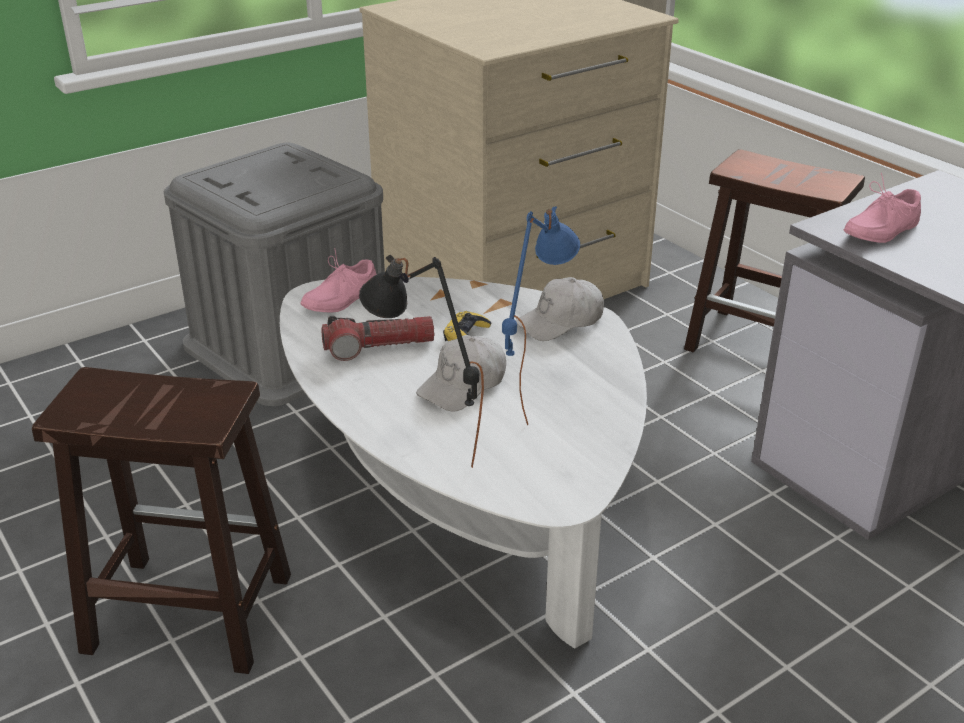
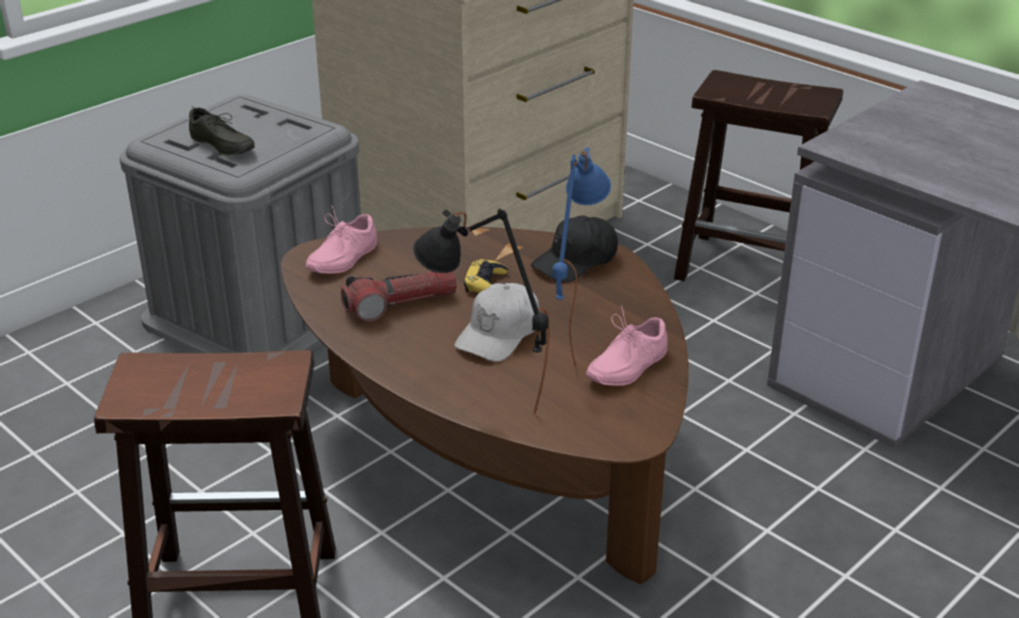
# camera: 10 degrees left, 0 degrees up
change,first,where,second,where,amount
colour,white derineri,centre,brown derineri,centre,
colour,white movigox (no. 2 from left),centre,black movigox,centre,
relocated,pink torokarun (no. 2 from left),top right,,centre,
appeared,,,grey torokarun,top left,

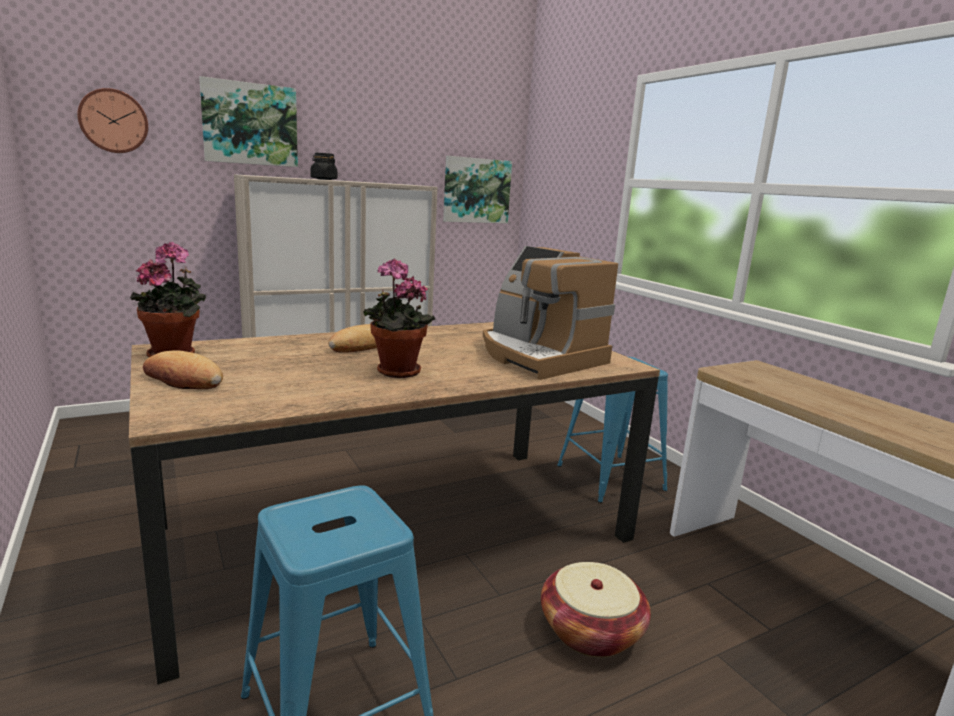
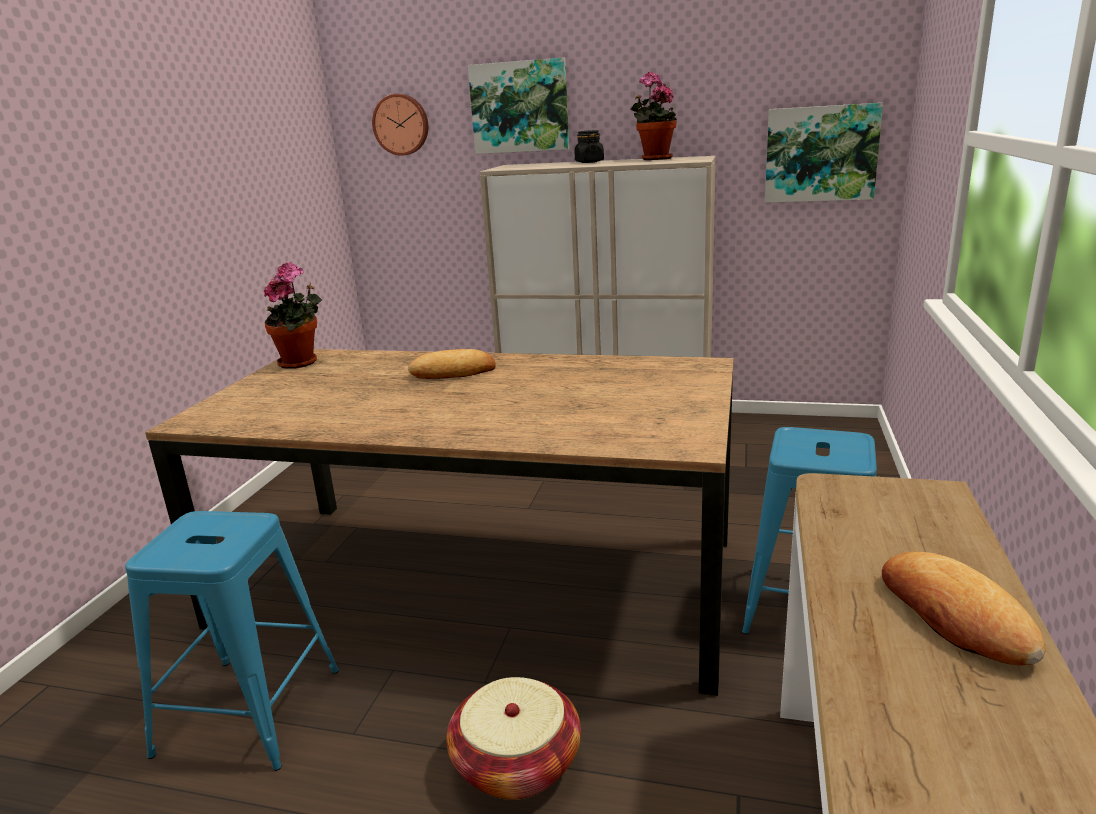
# camera: 45 degrees right, 5 degrees up
change,first,where,second,where,amount
relocated,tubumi (no. 1 from left in the first image),middle left,tubumi (no. 2 from left),bottom right,
relocated,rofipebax (no. 2 from left),centre,,top centre,
missing,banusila,centre,,,

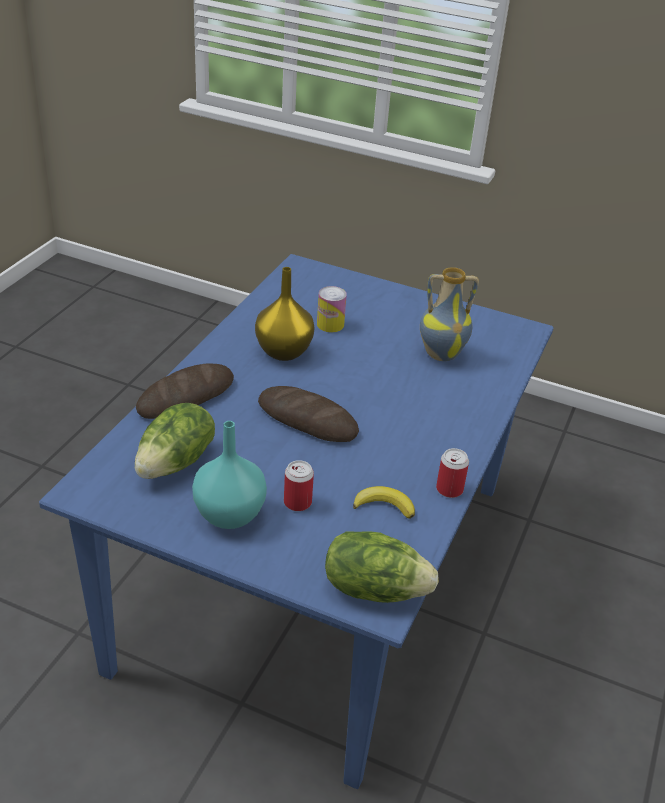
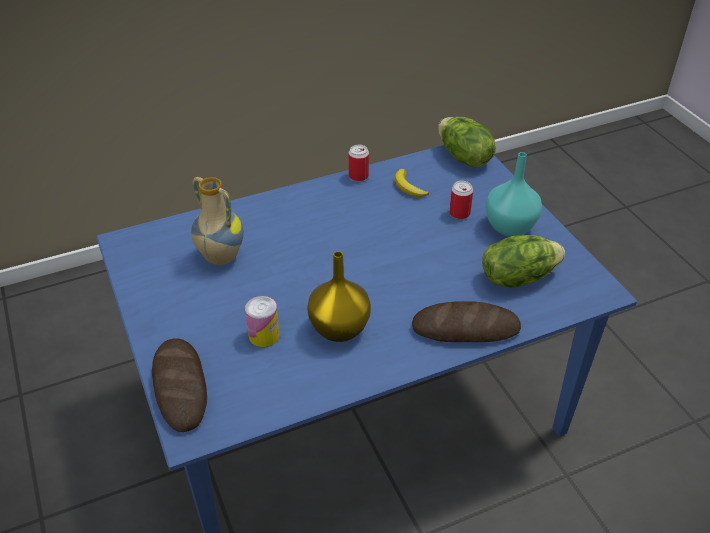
# camera: 135 degrees left, 5 degrees up
change,first,where,second,where,amount
relocated,tubumi (no. 2 from left in the first image),centre,tubumi (no. 1 from left),bottom left,

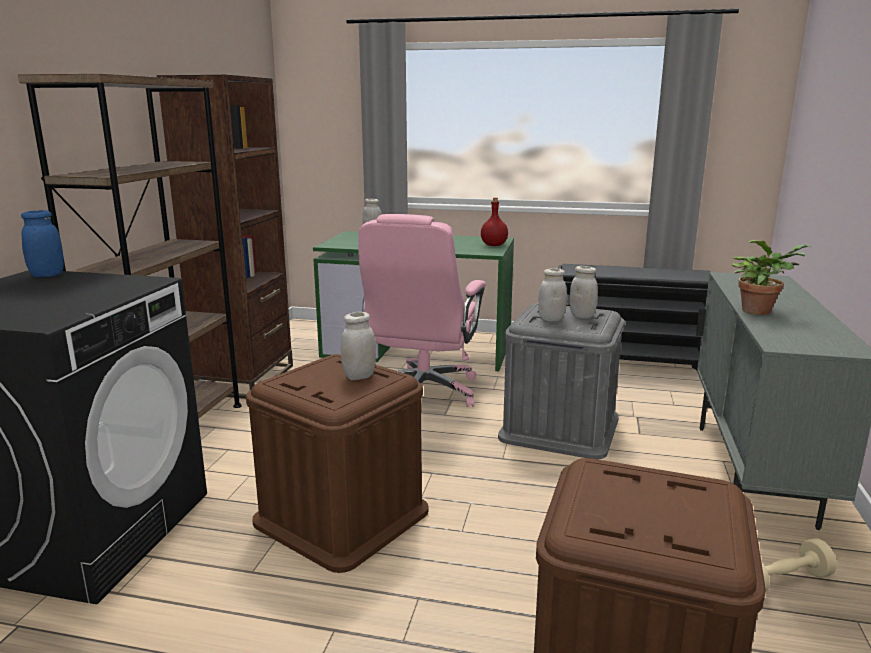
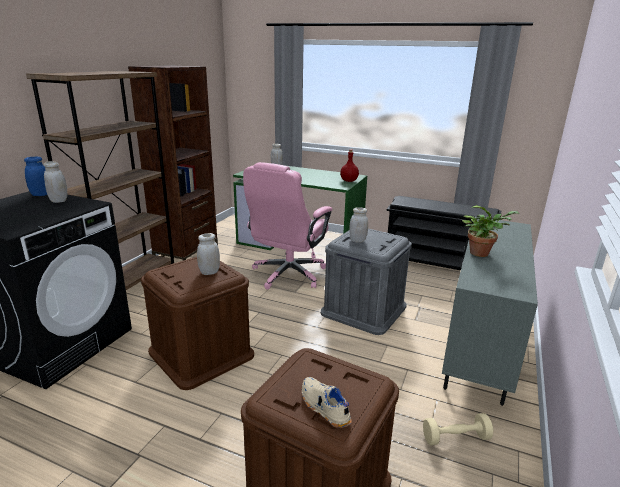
# camera: 10 degrees right, 5 degrees up
change,first,where,second,where,amount
relocated,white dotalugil (no. 4 from left in the first image),middle right,white dotalugil (no. 1 from left),middle left,
appeared,,,beige torokarun,bottom centre,

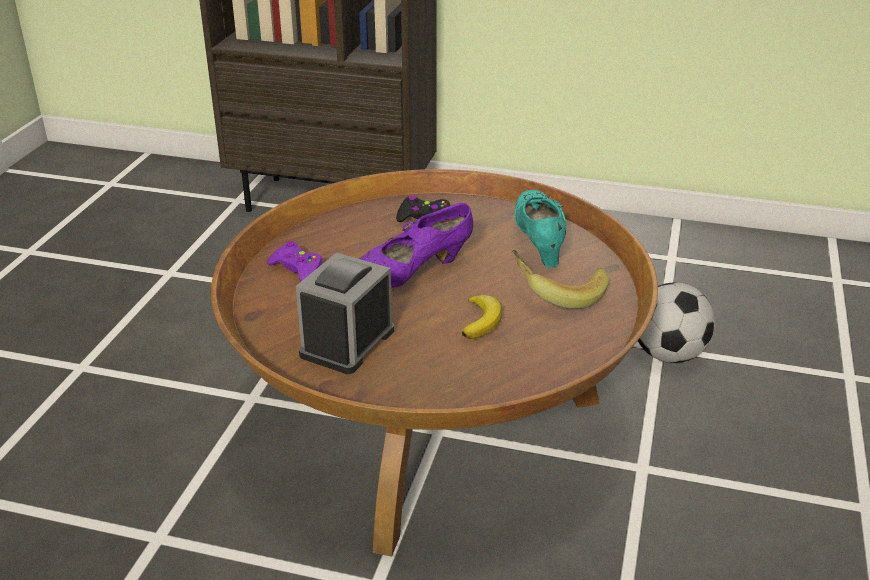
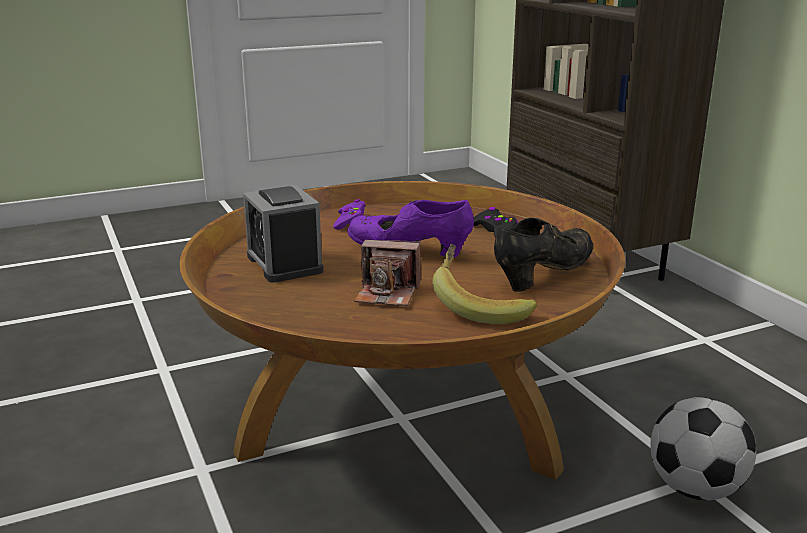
# camera: 50 degrees right, 10 degrees down
change,first,where,second,where,amount
spun,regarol,centre,,centre,105 degrees counterclockwise
exchanged,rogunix (no. 1 from left),centre,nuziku,centre,
colour,turquoise torokarun,centre,black torokarun,middle right,

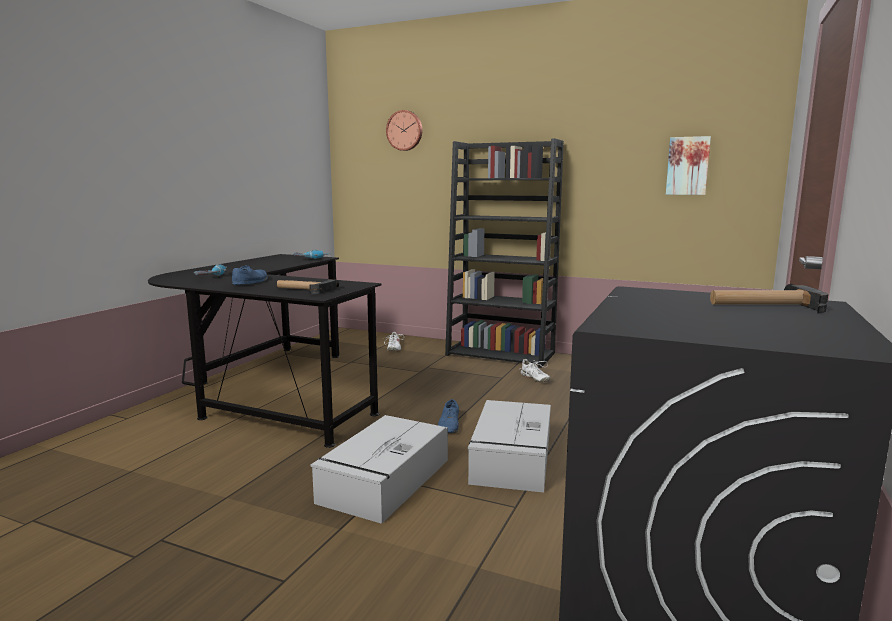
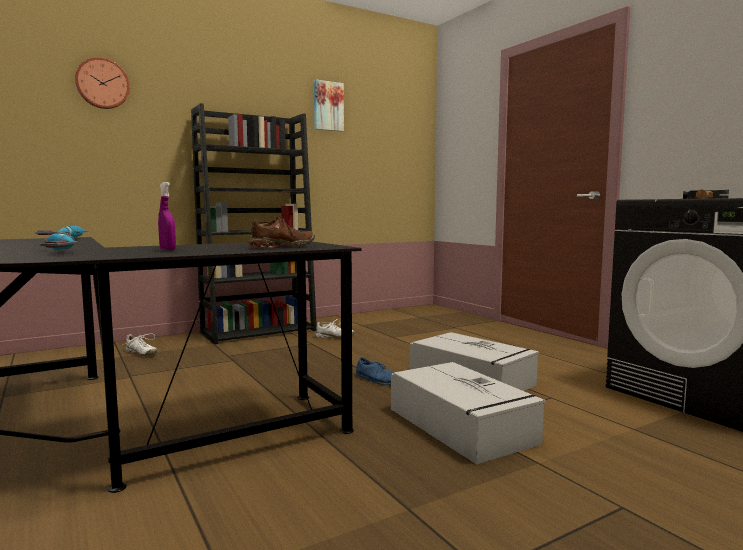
# camera: 55 degrees left, 5 degrees down
change,first,where,second,where,amount
exchanged,blue torokarun (no. 1 from left),middle left,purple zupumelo,middle left,
exchanged,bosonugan (no. 1 from left),centre,brown torokarun,centre,
relocated,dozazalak,top right,,top centre,

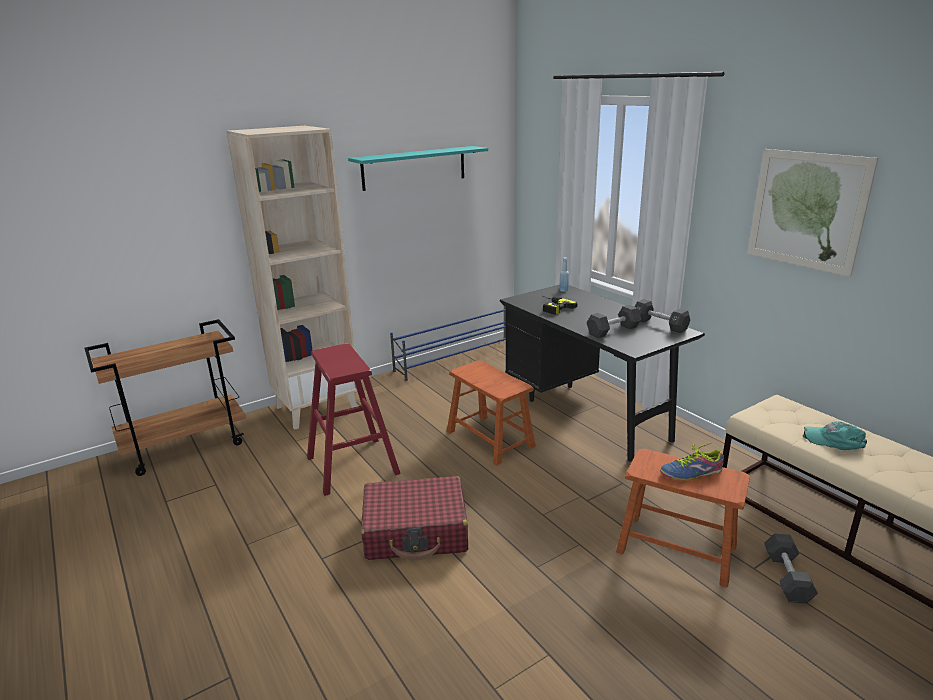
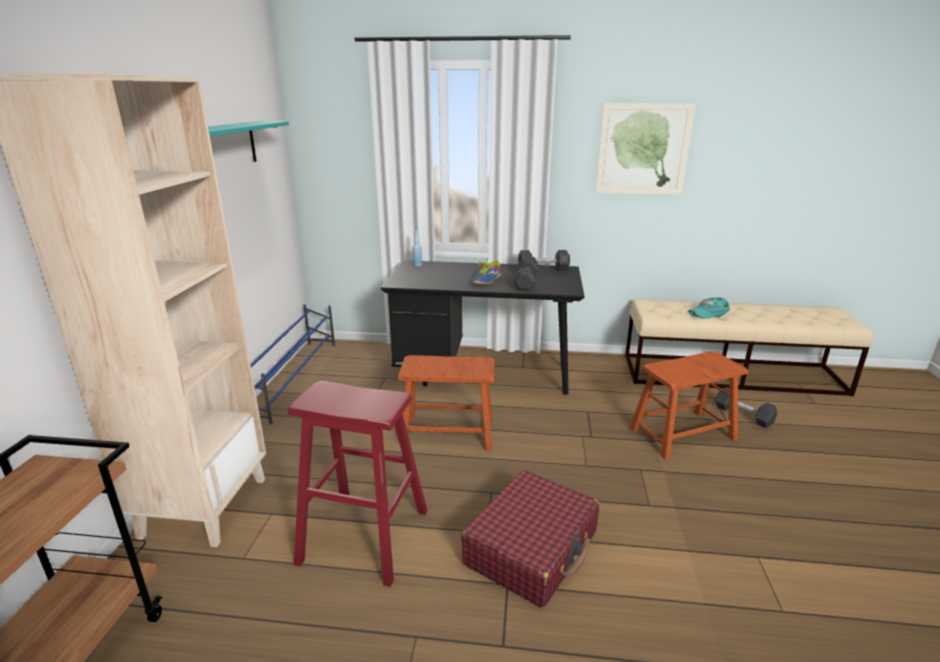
# camera: 50 degrees left, 0 degrees up
change,first,where,second,where,amount
missing,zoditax,centre,,,
relocated,torokarun,middle right,,centre,

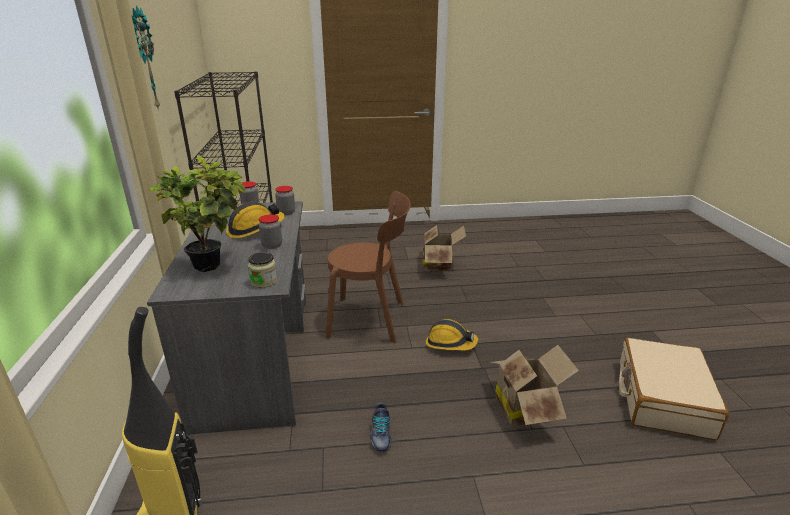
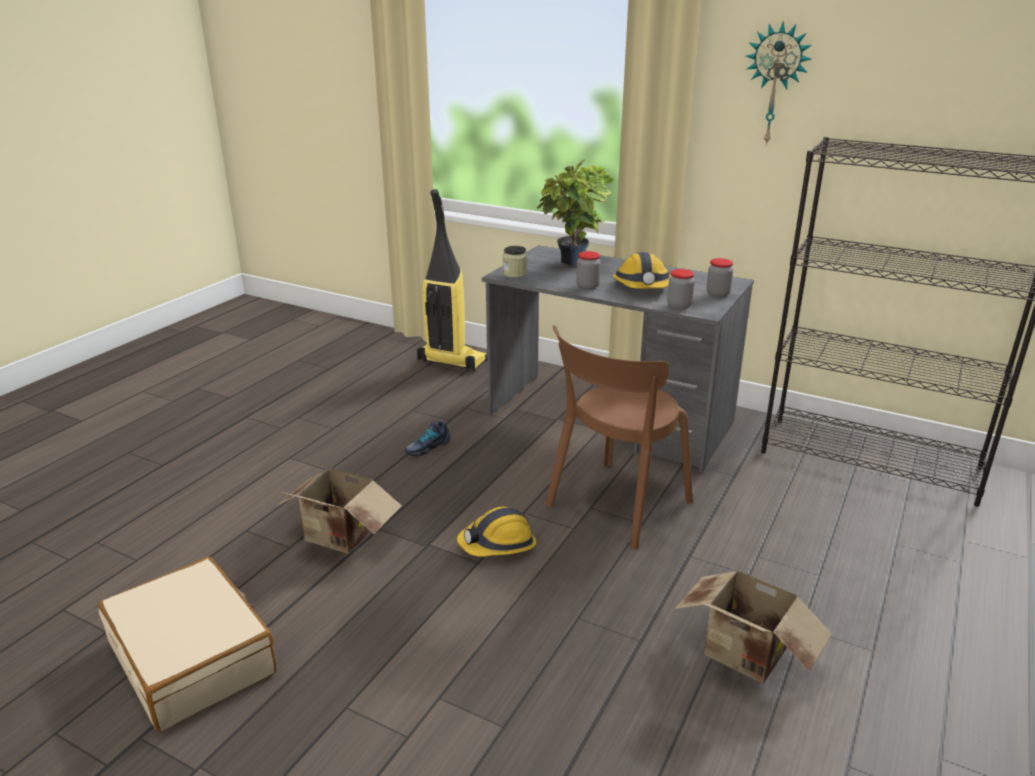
# camera: 125 degrees right, 0 degrees up
change,first,where,second,where,amount
spun,torokarun,bottom centre,,centre,75 degrees counterclockwise

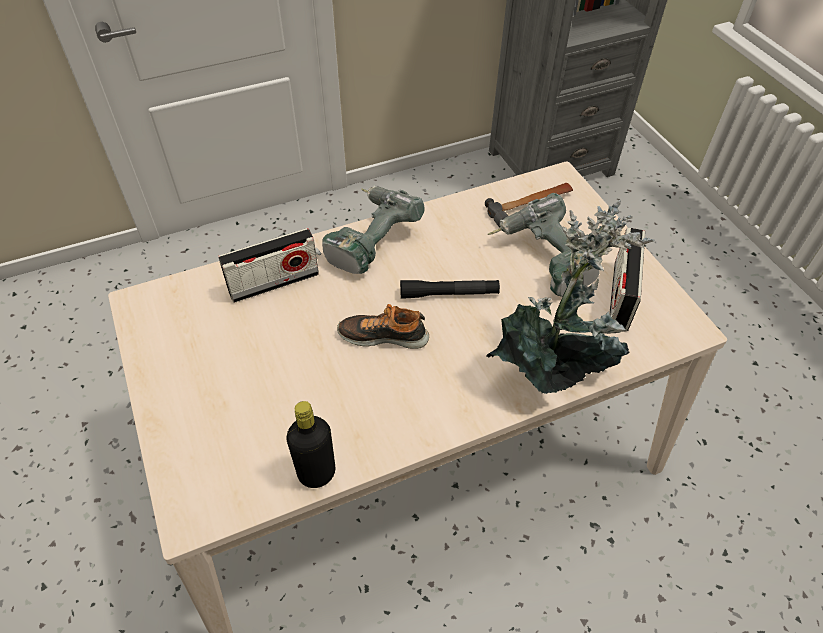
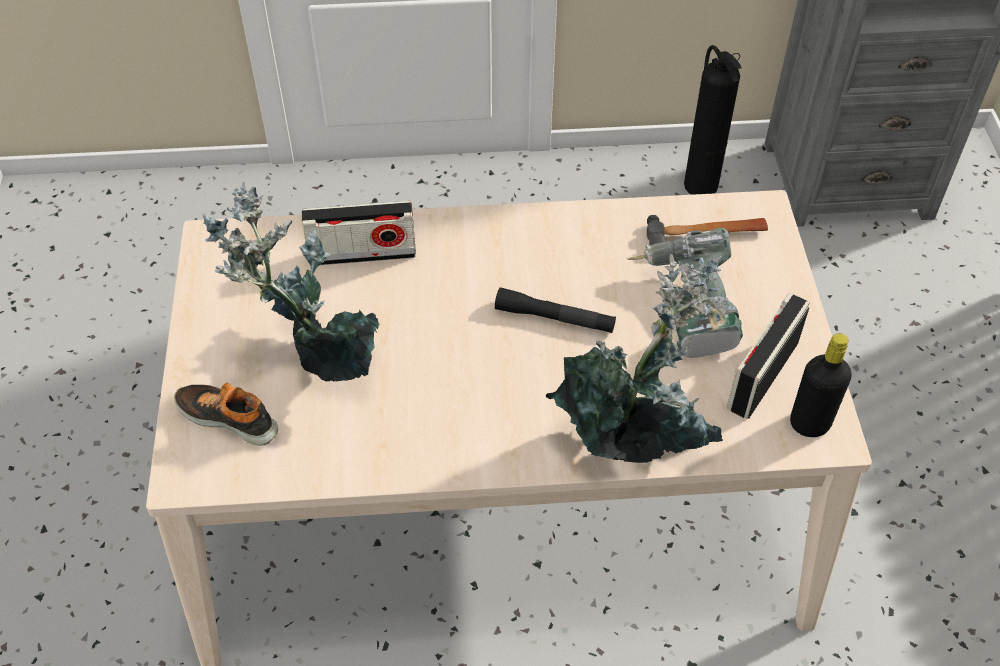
# camera: 20 degrees right, 0 degrees up
change,first,where,second,where,amount
relocated,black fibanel,bottom centre,,middle right,
missing,zoditax (no. 1 from left),centre,,,
relocated,torokarun,centre,,middle left,
appeared,,,rofipebax (no. 1 from left),middle left,
appeared,,,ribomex,top right,

